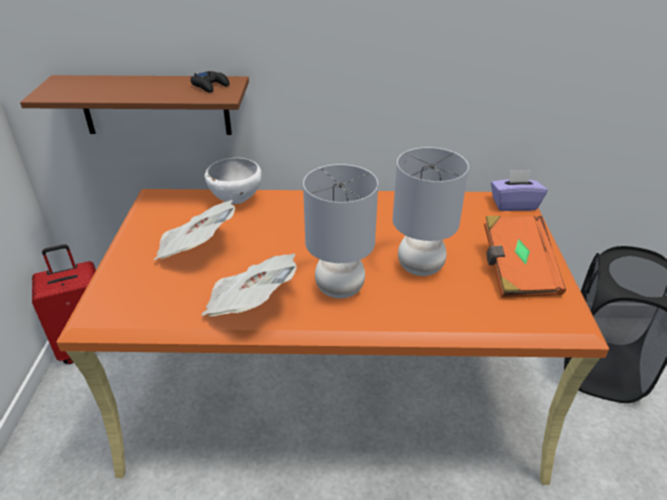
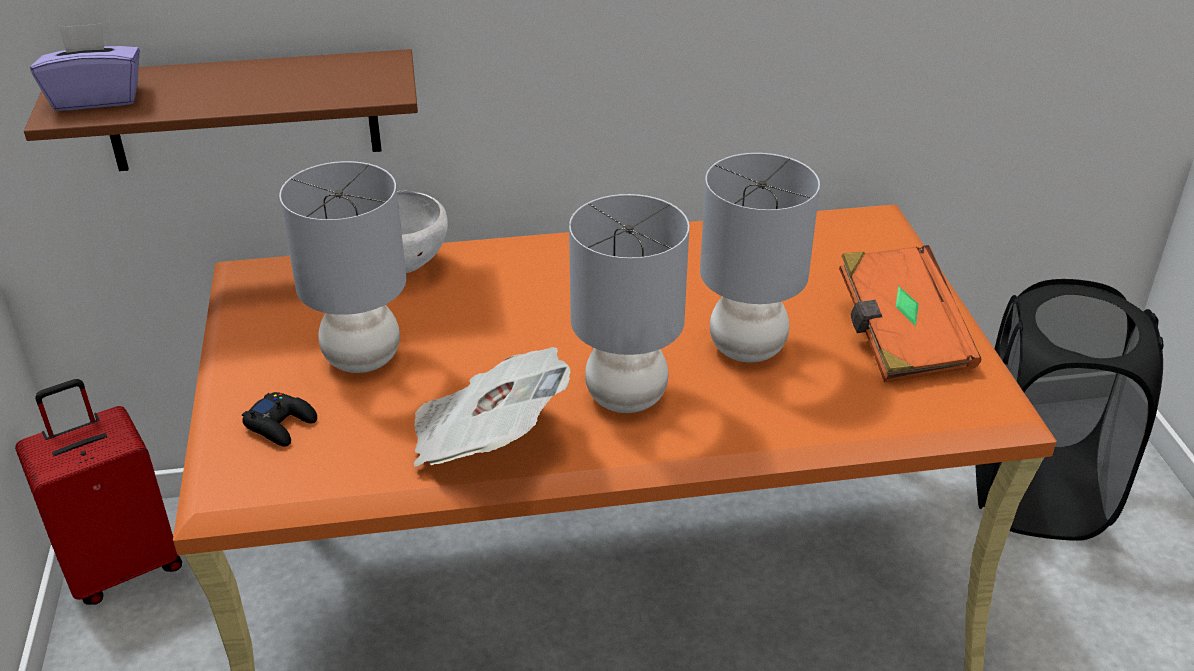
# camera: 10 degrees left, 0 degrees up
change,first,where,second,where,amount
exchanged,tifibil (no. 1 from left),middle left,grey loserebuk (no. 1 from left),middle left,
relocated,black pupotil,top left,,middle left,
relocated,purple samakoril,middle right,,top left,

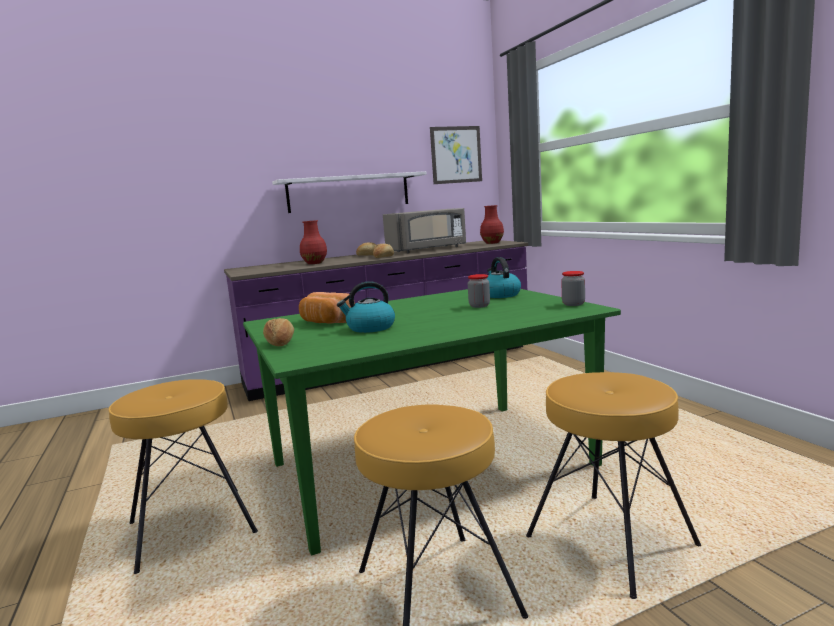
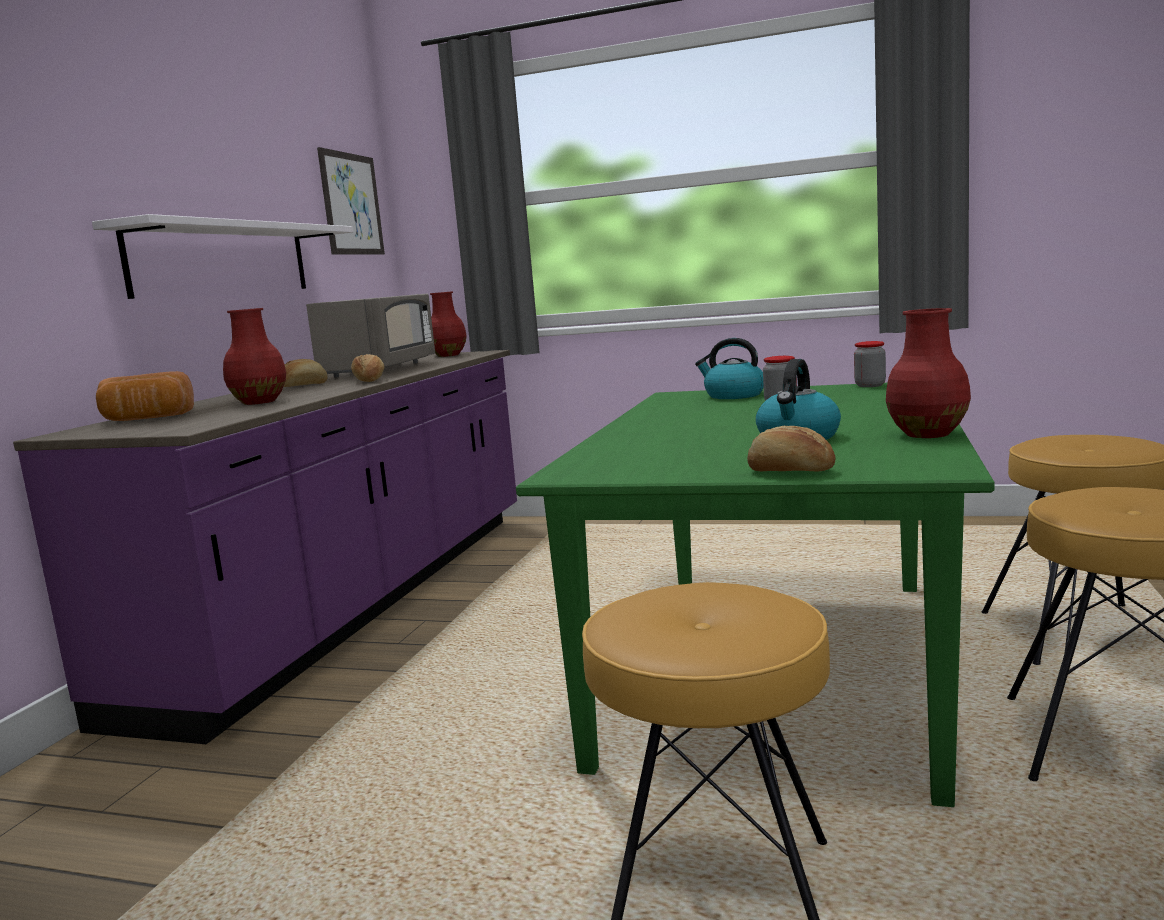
# camera: 50 degrees left, 0 degrees up
change,first,where,second,where,amount
relocated,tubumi (no. 2 from left in the first image),centre,tubumi (no. 1 from left),middle left,
appeared,,,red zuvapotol (no. 3 from left),middle right,

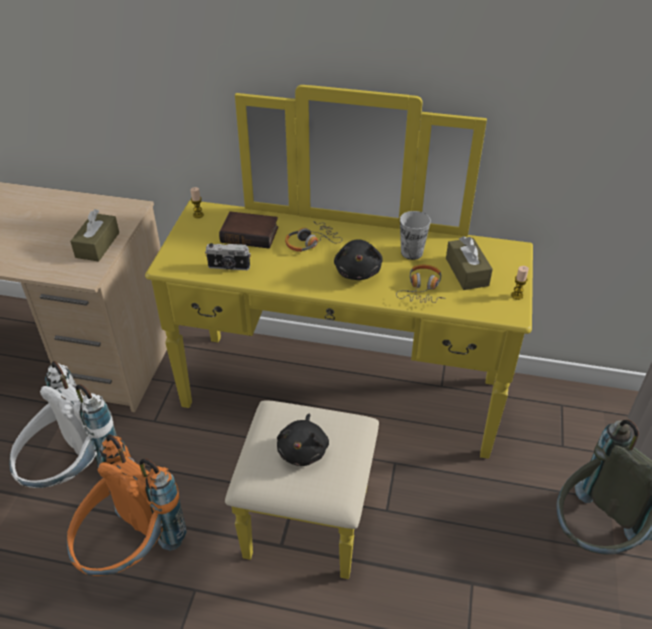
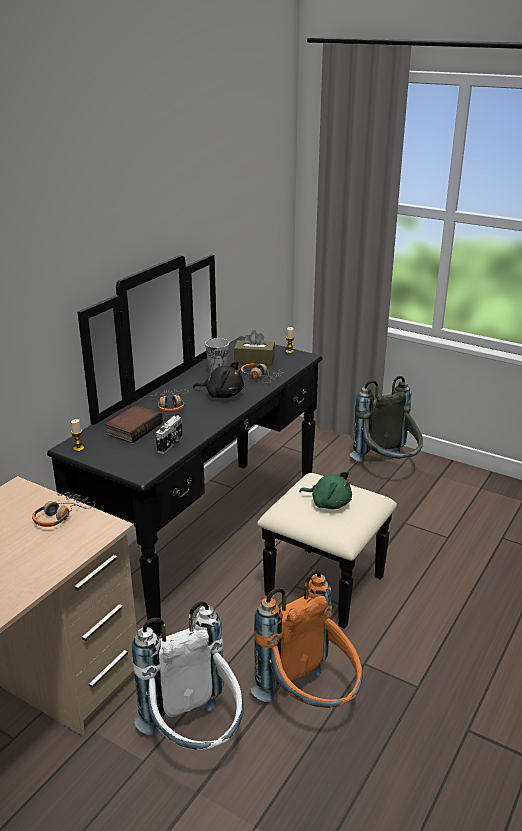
# camera: 70 degrees left, 15 degrees down
change,first,where,second,where,amount
exchanged,brown samakoril (no. 1 from left),middle left,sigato (no. 1 from left),middle left,
colour,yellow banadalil,centre,black banadalil,centre,
colour,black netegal (no. 1 from left),bottom centre,green netegal,centre,

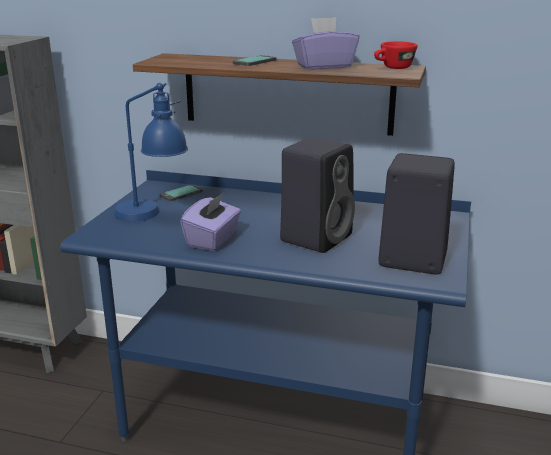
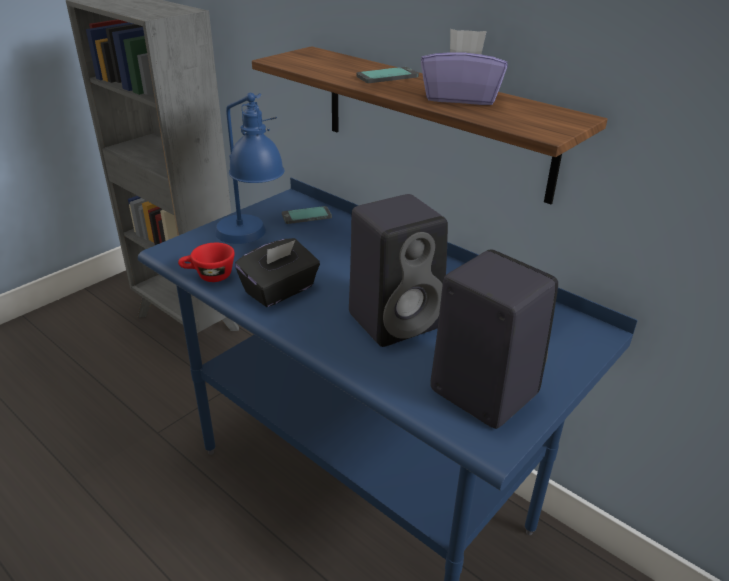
# camera: 25 degrees right, 10 degrees up
change,first,where,second,where,amount
colour,purple samakoril (no. 1 from left),centre,black samakoril,centre,
relocated,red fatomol,top right,,middle left,

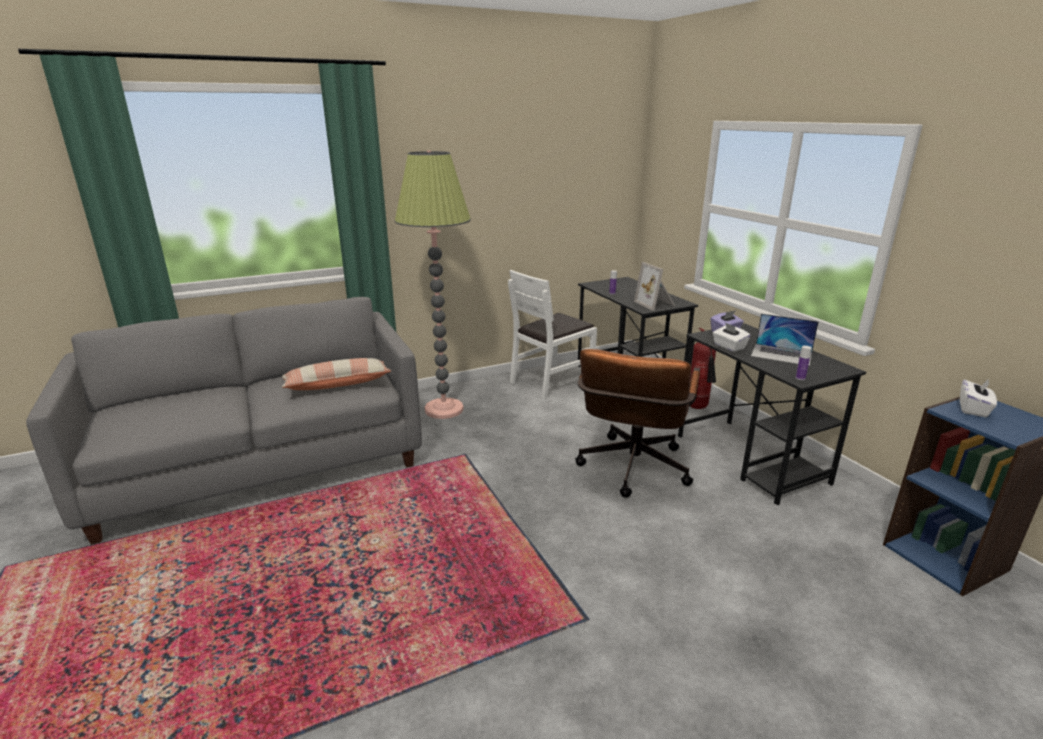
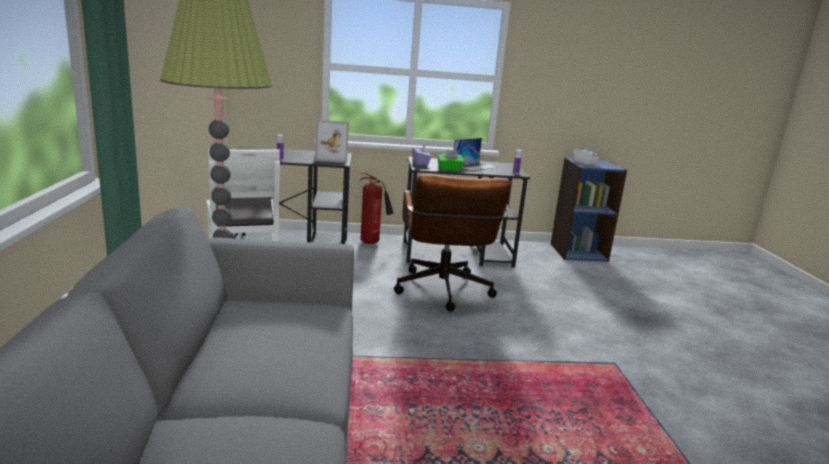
# camera: 70 degrees left, 5 degrees down
change,first,where,second,where,amount
missing,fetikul,middle left,,,
spun,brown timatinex,centre,,centre,45 degrees clockwise
colour,white samakoril (no. 1 from left),middle right,green samakoril,centre,

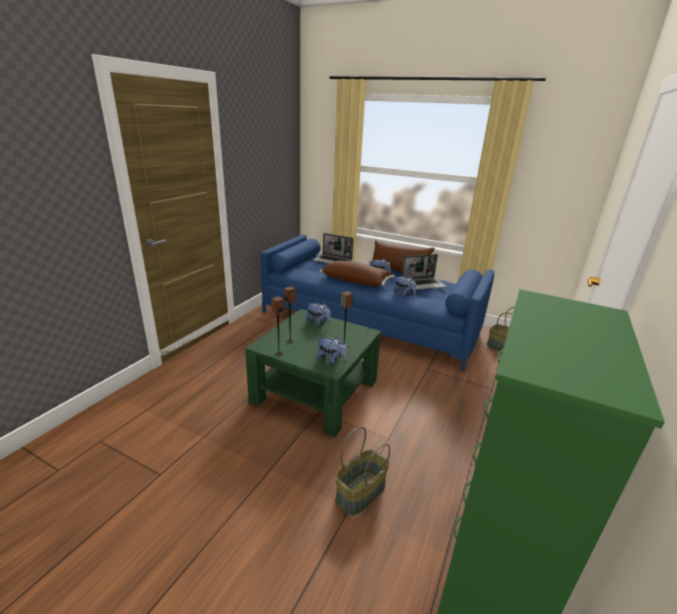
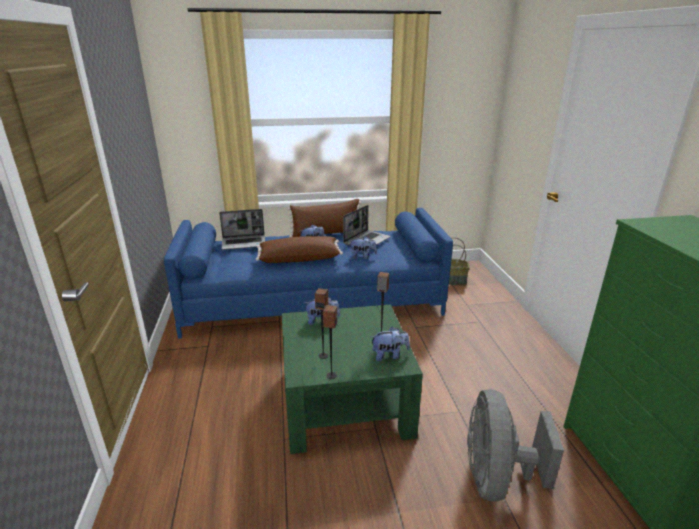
# camera: 35 degrees left, 0 degrees up
change,first,where,second,where,amount
exchanged,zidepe (no. 1 from left),bottom centre,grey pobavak,bottom right,

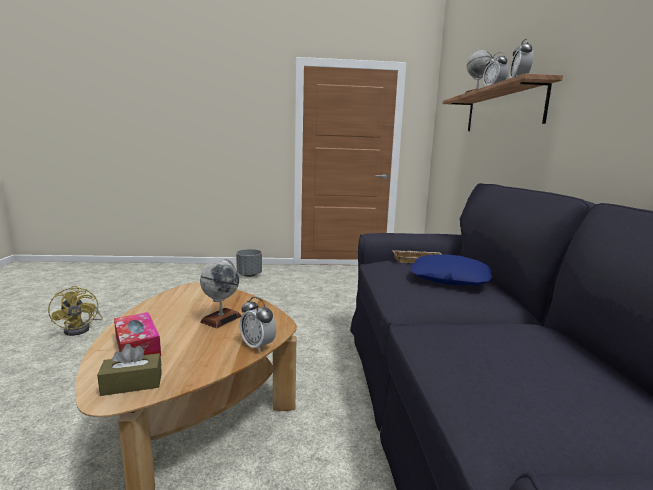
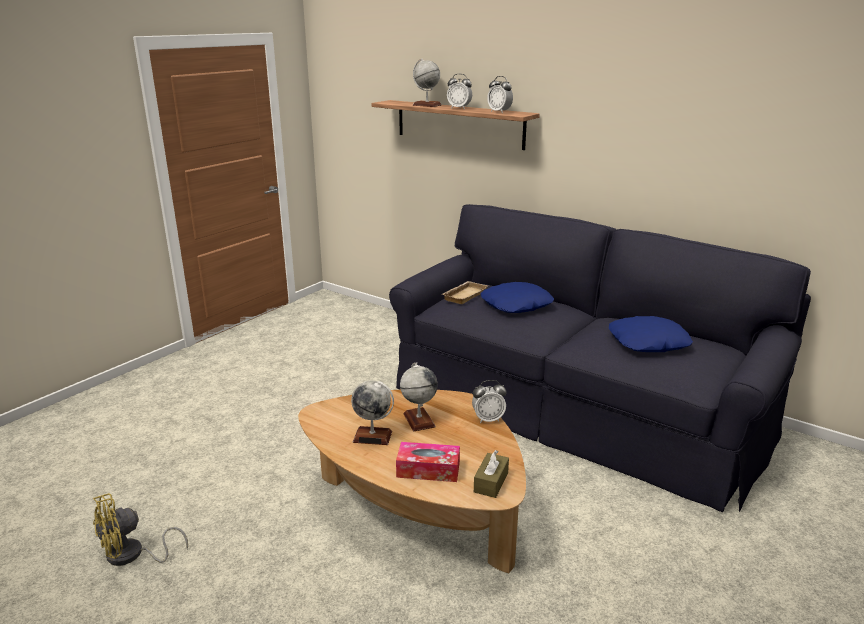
# camera: 50 degrees left, 10 degrees up
change,first,where,second,where,amount
spun,yellow pobavak,middle left,,bottom left,135 degrees clockwise
missing,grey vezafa,centre,,,
appeared,,,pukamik (no. 1 from left),centre,
appeared,,,blue fetikul (no. 2 from left),middle right,

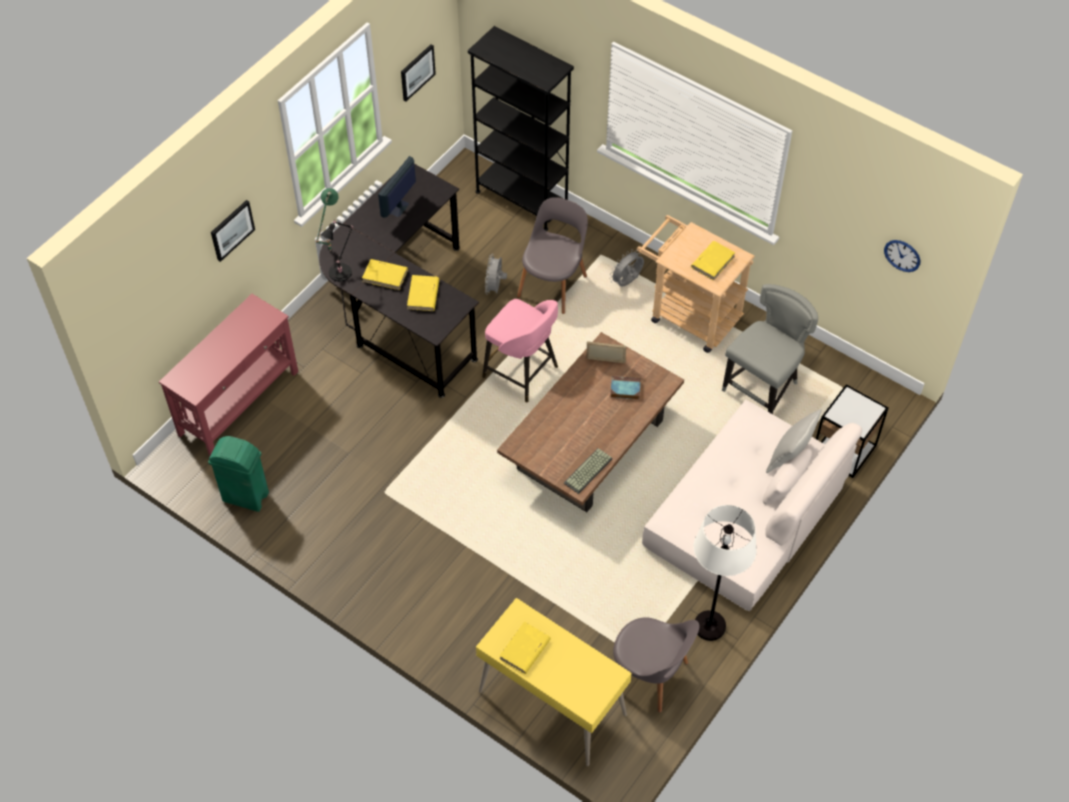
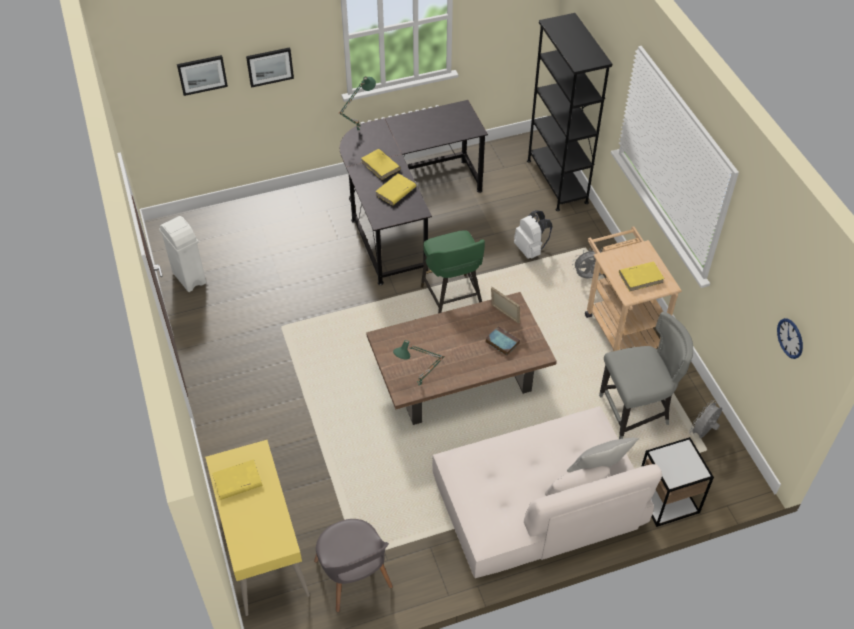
# camera: 35 degrees right, 5 degrees down
change,first,where,second,where,amount
missing,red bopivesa,middle left,,,
colour,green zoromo,middle left,white zoromo,middle left,
missing,black loserebuk,top left,,,
missing,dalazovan,top centre,,,
relocated,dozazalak (no. 2 from left in the first image),top centre,dozazalak (no. 1 from left),top left,
colour,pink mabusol,centre,green mabusol,centre,
relocated,grey pobavak (no. 1 from left in the first image),centre,grey pobavak (no. 2 from left),middle right,
exchanged,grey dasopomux (no. 1 from left),top centre,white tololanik,centre,
exchanged,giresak,centre,green loserebuk (no. 2 from left),centre,
missing,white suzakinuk,bottom right,,,

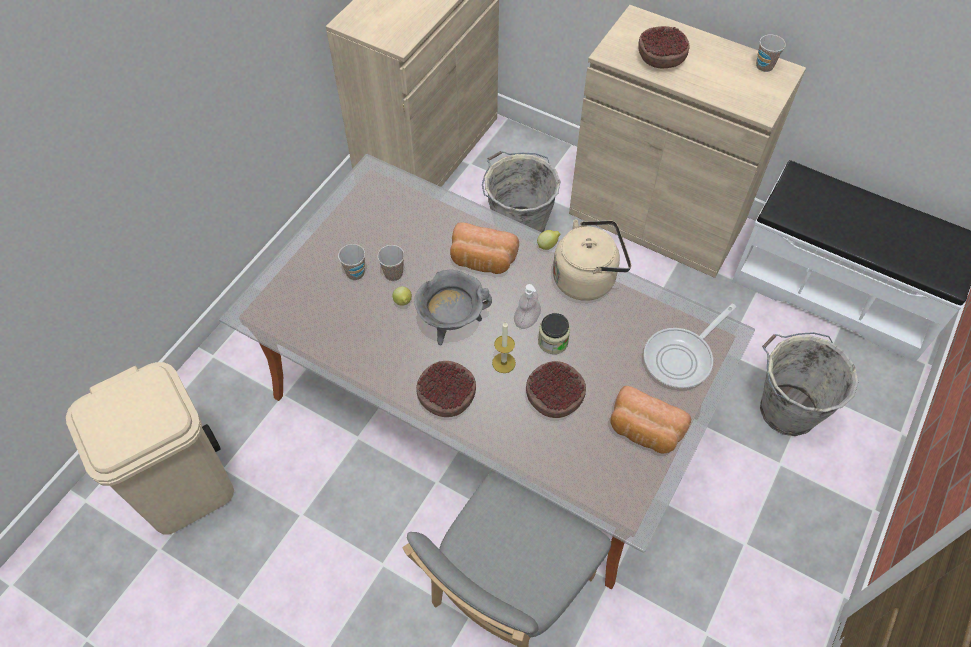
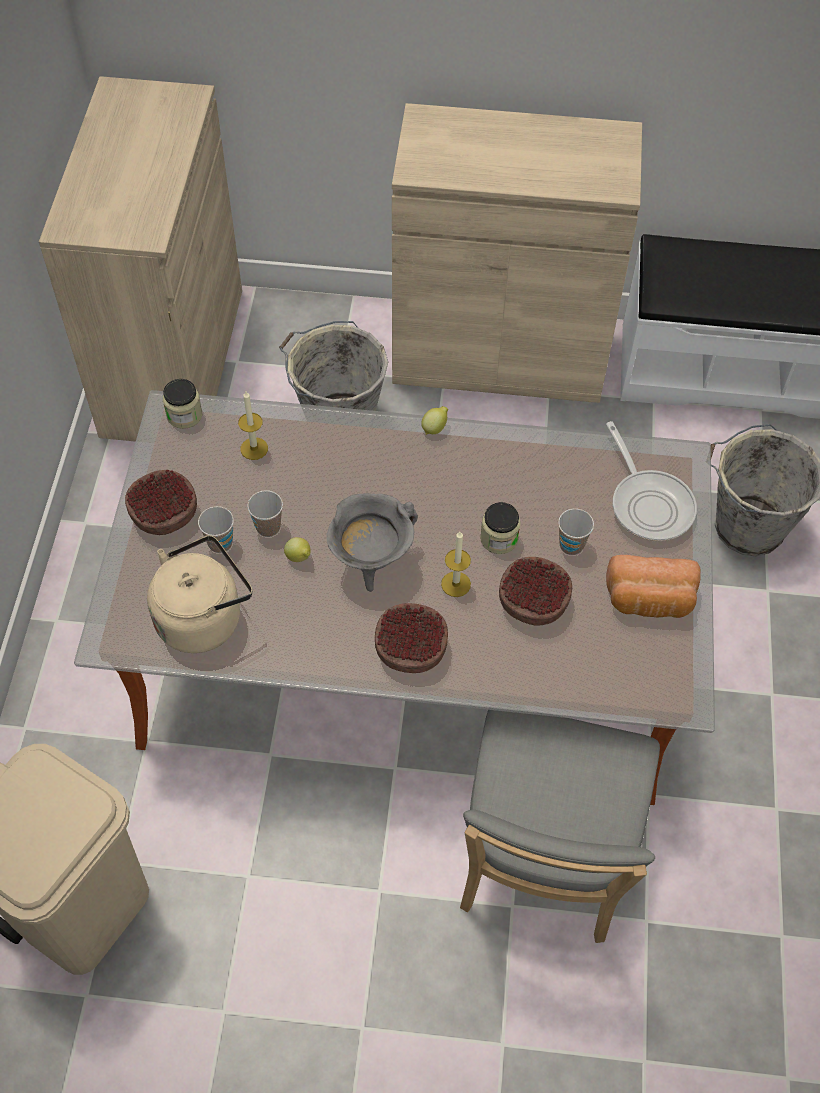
# camera: 25 degrees left, 0 degrees up
change,first,where,second,where,amount
missing,tubumi (no. 1 from left),centre,,,
missing,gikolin,centre,,,
relocated,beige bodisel,centre,,middle left,
relocated,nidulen (no. 3 from left in the first image),top right,nidulen (no. 1 from left),middle left,
spun,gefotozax,middle right,,middle right,45 degrees counterclockwise
relocated,fatomol (no. 3 from left),top right,,middle right,
appeared,,,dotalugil (no. 1 from left),middle left,
appeared,,,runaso (no. 1 from left),middle left,

